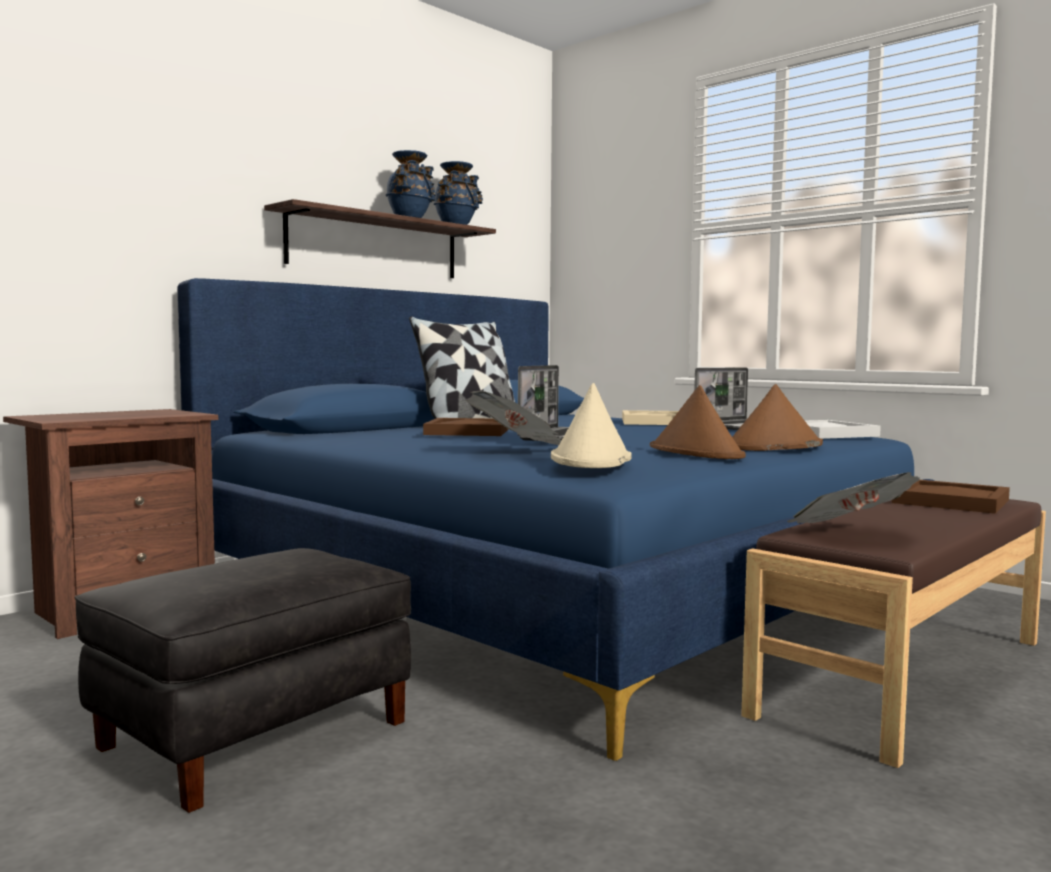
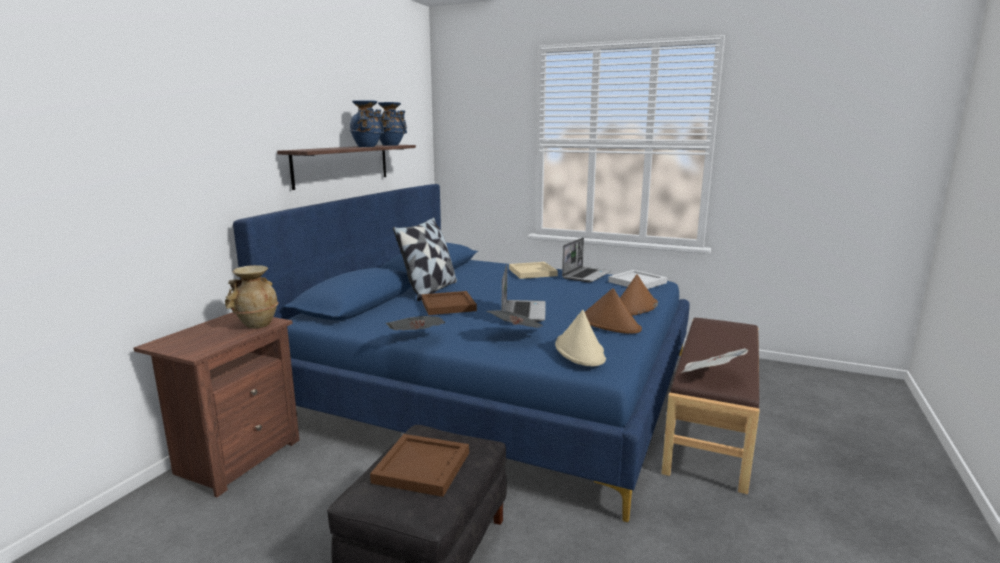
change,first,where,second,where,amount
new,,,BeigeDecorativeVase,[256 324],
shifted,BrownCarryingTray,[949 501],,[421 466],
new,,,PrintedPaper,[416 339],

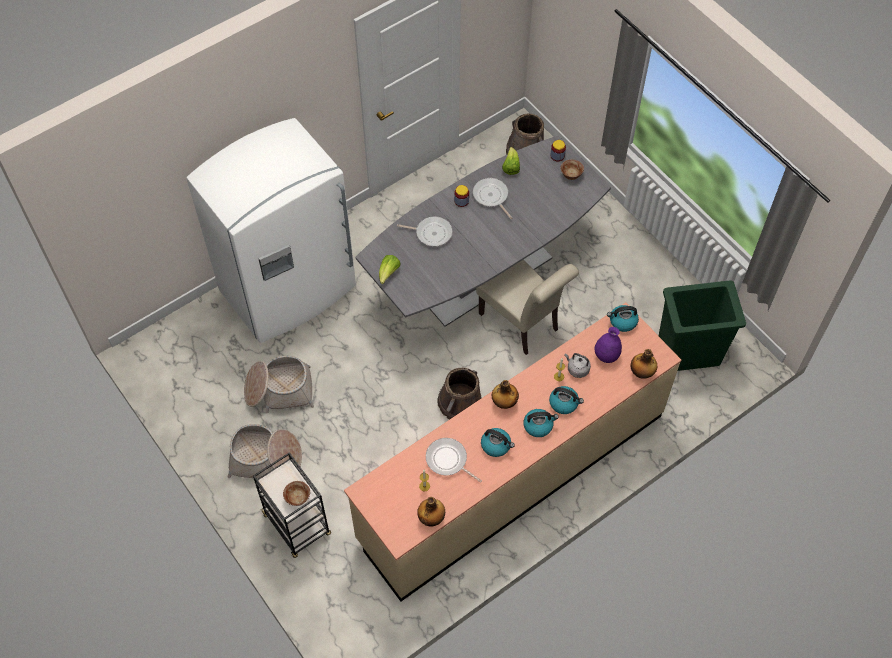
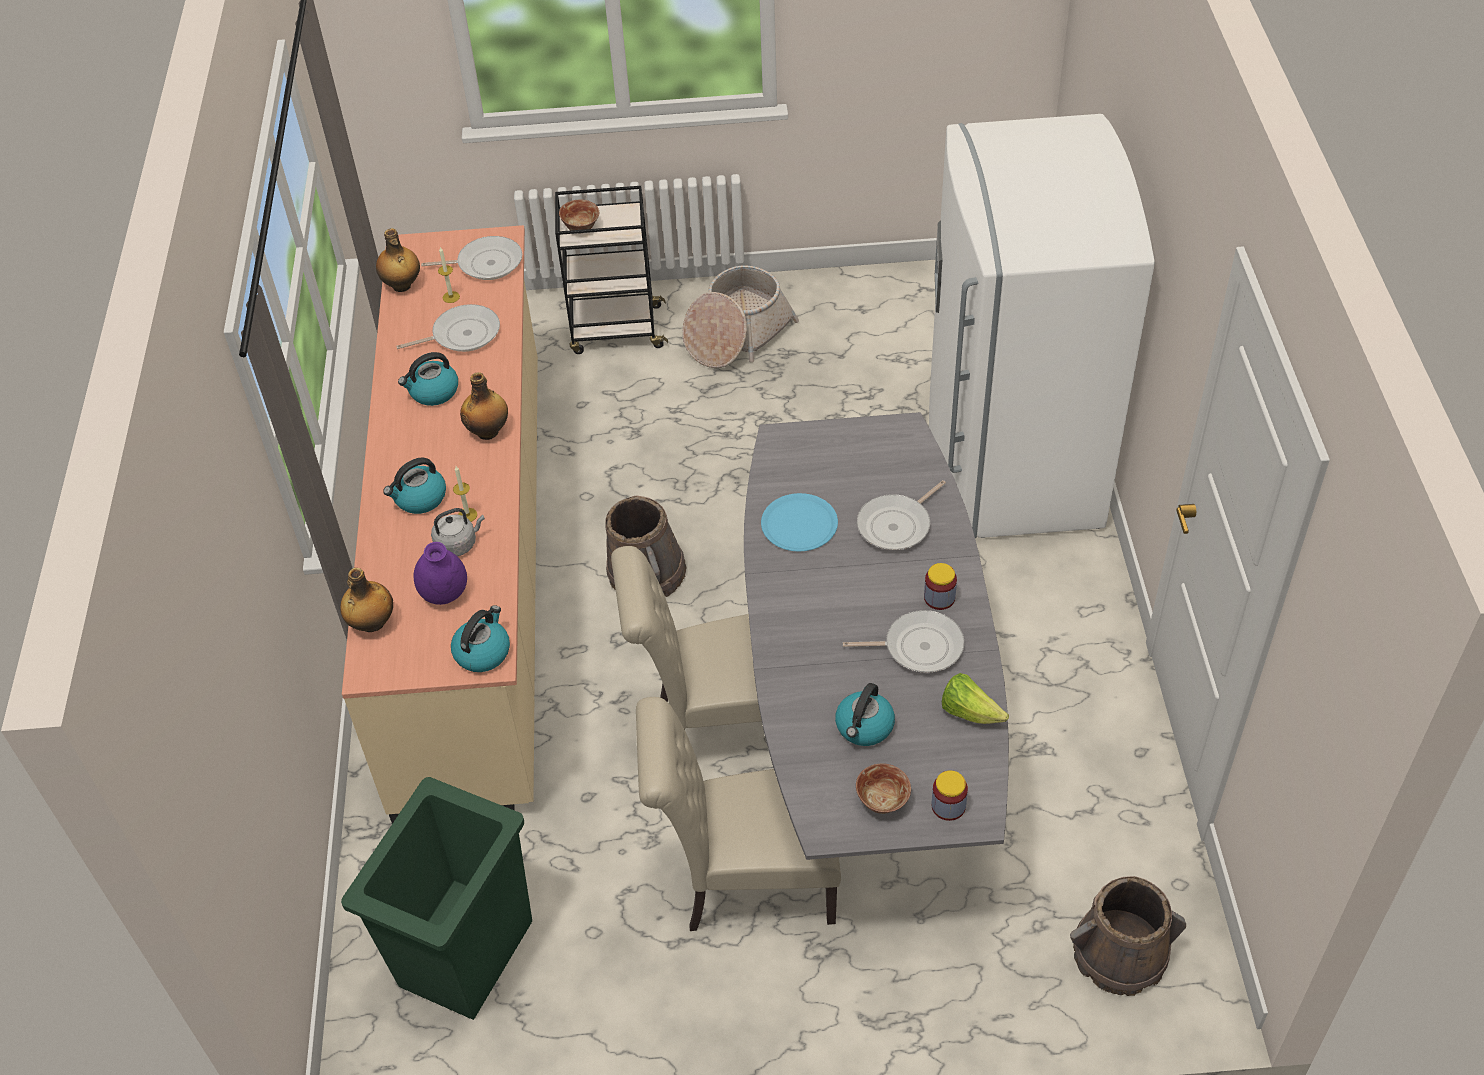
change,first,where,second,where,amount
new,,,FryingPan,[486 263],
new,,,BeigeUprightChair,[746 883],
new,,,BlueFlatDish,[799 524],
shifted,WaterKettle,[538 425],,[864 727],
gone,Basket,[279 390],,,
gone,Lettuce,[388 273],,,

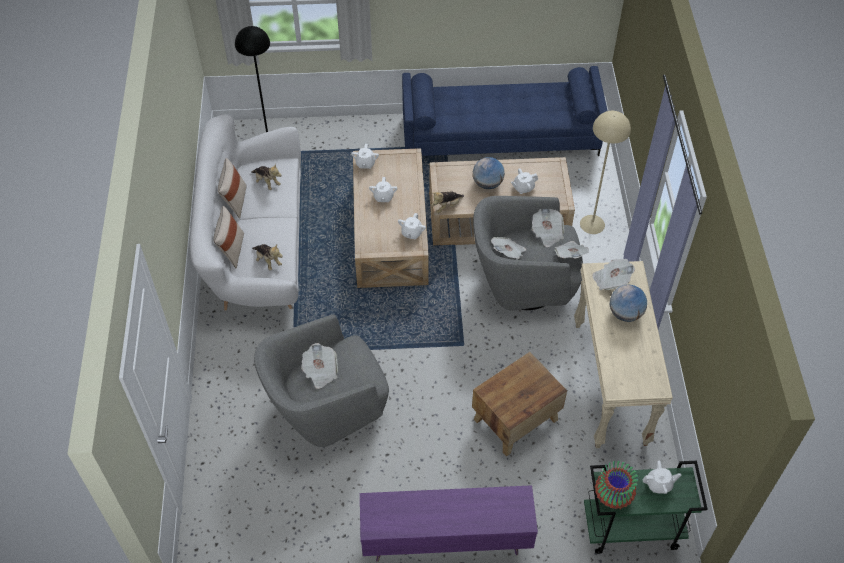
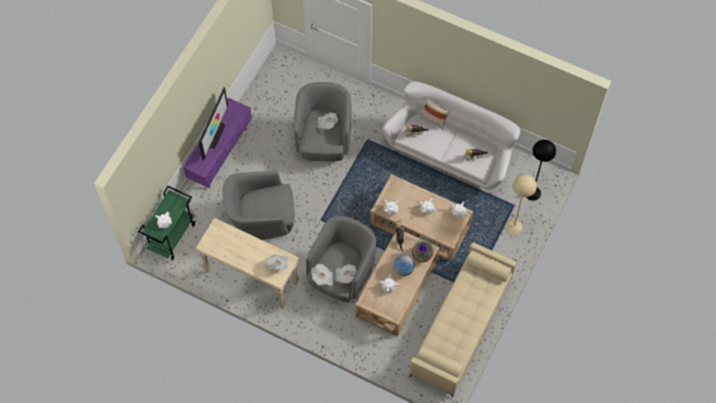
change,first,where,second,where,amount
new,,,TvSet,[214 134],
swapped,BrownAccentTable,[514 419],GreyishEasyChair,[261 219],
repainted,BlueSettee,[500 136],BeigeSettee,[461 327],
shifted,DecorativeVase,[613 494],,[422 255],
shifted,BeigeFloorLamp,[592 224],,[514 226],
gone,BeigeCushion,[235 201],,,
gone,PrintedPaper,[508 253],,,
gone,DeskGlobe,[625 313],,,

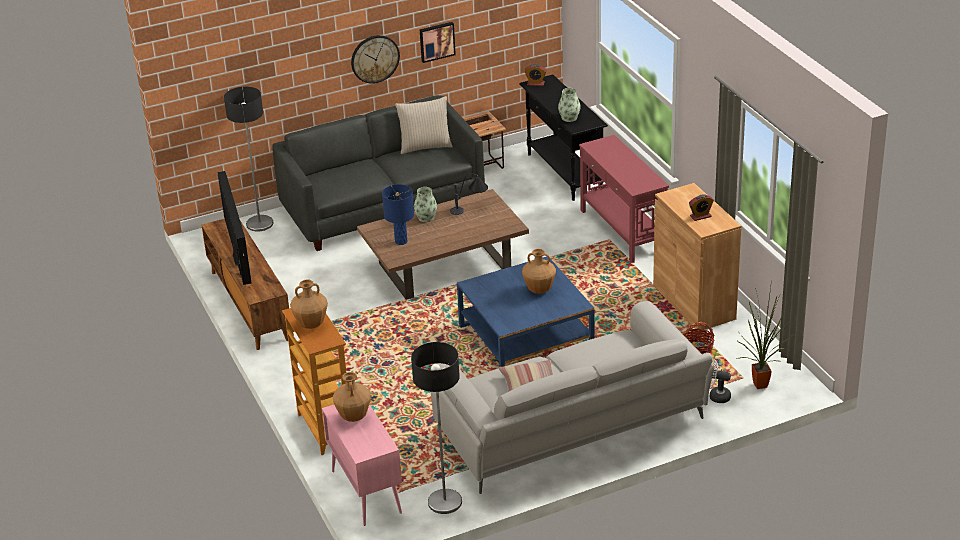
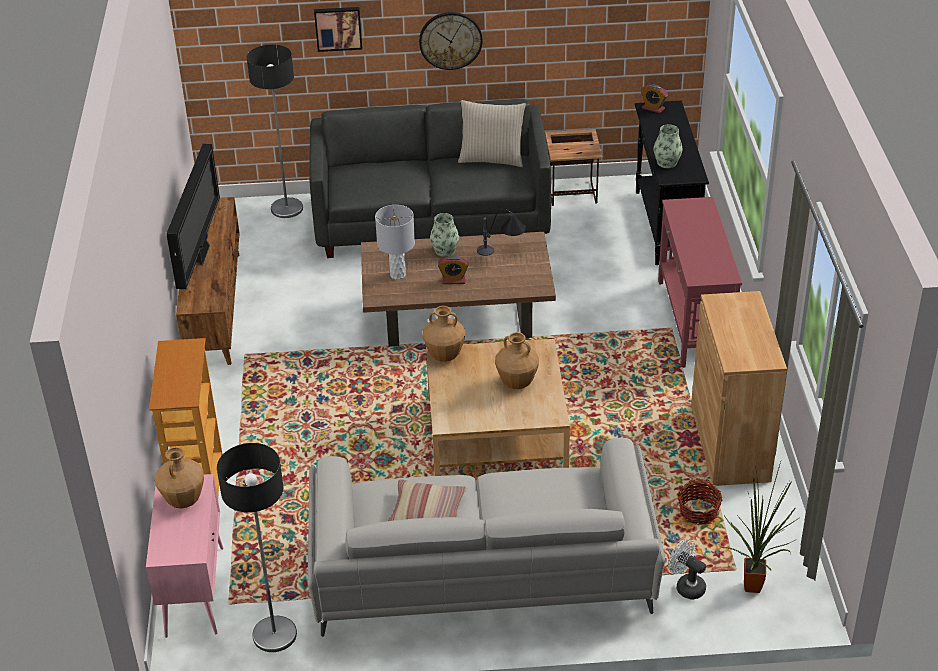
change,first,where,second,where,amount
shifted,WallArt,[436 41],,[338 28],
repainted,BlueTabletopLamp,[401 241],GreyishTabletopLamp,[397 275],
shifted,BrownDecorativeVase,[311 324],,[444 356],
repainted,BlueCoffeeTable,[526 339],BeigeCoffeeTable,[496 437],
shifted,BedsideClock,[700 216],,[453 280],

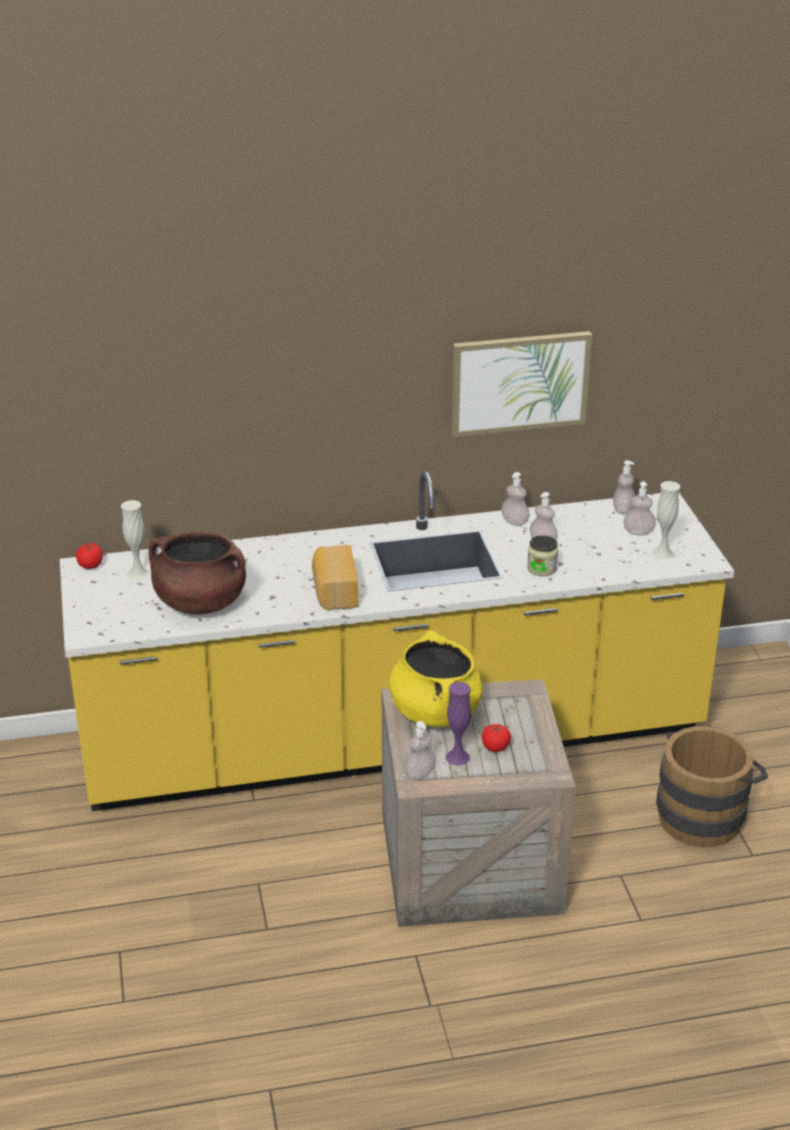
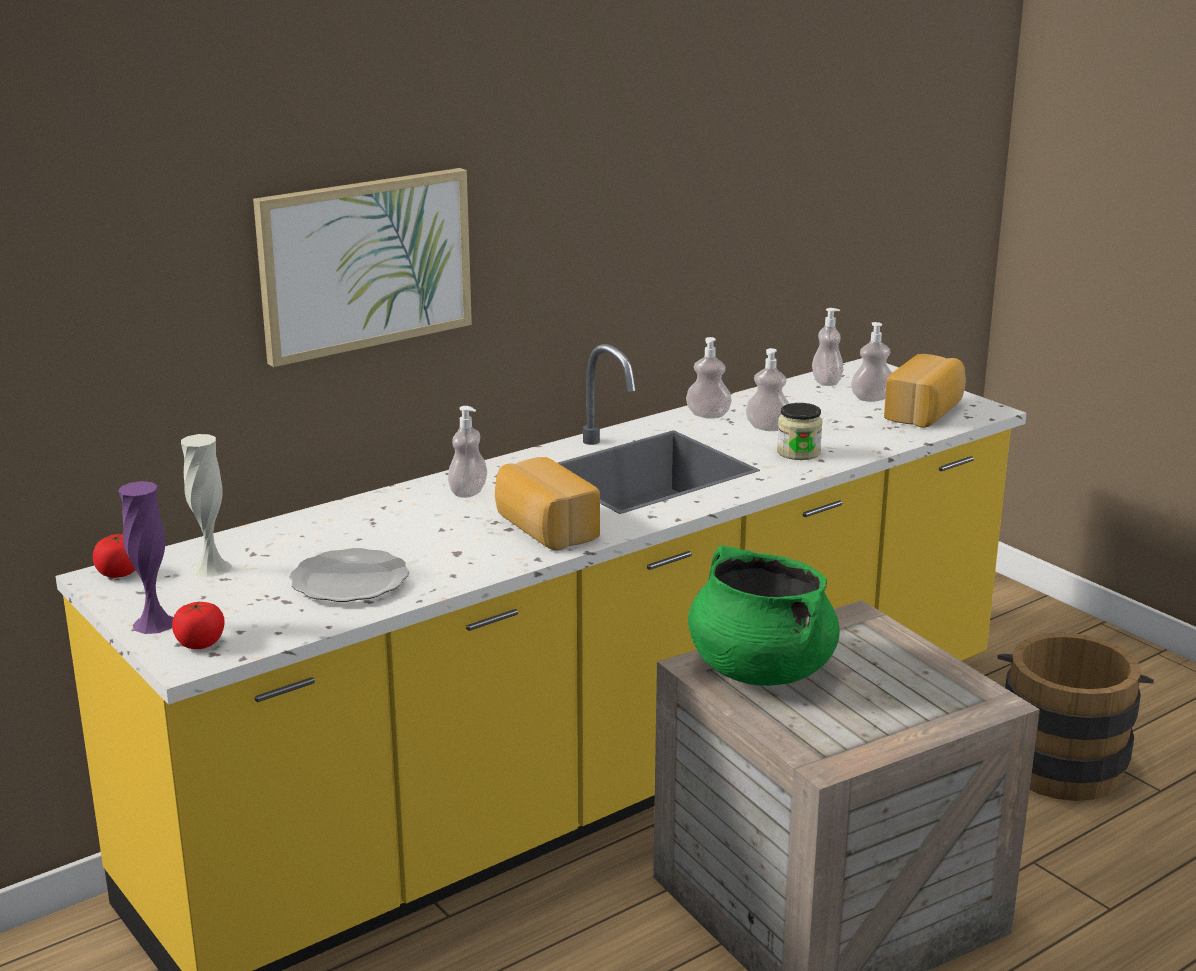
change,first,where,second,where,amount
shifted,PurplishDecorativeVase,[457 757],,[154 623],
shifted,WholeTomato,[495 747],,[200 643],
shifted,WallArt,[519 382],,[365 263],
swapped,BrownStockpot,[200 602],FlatDish,[348 581],
shifted,SoapDispenser,[419 773],,[468 492],
repainted,YellowStockpot,[435 711],GreenishStockpot,[759 669],
swapped,WhitishDecorativeVase,[662 553],Bread,[925 412],

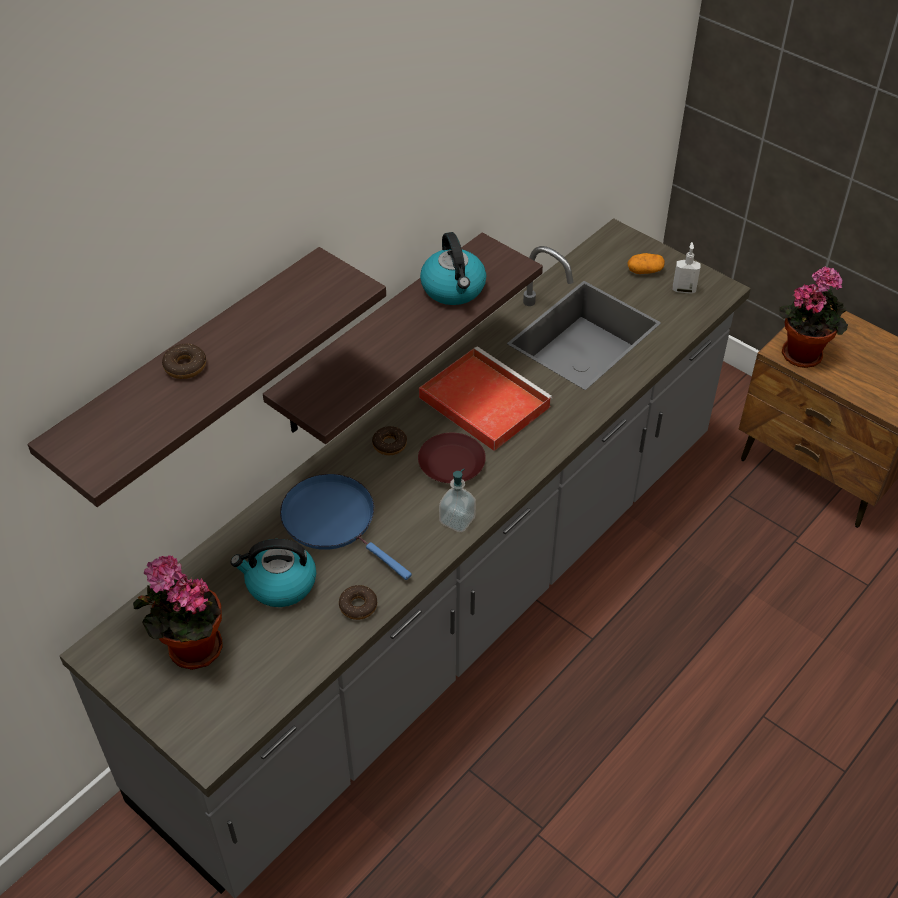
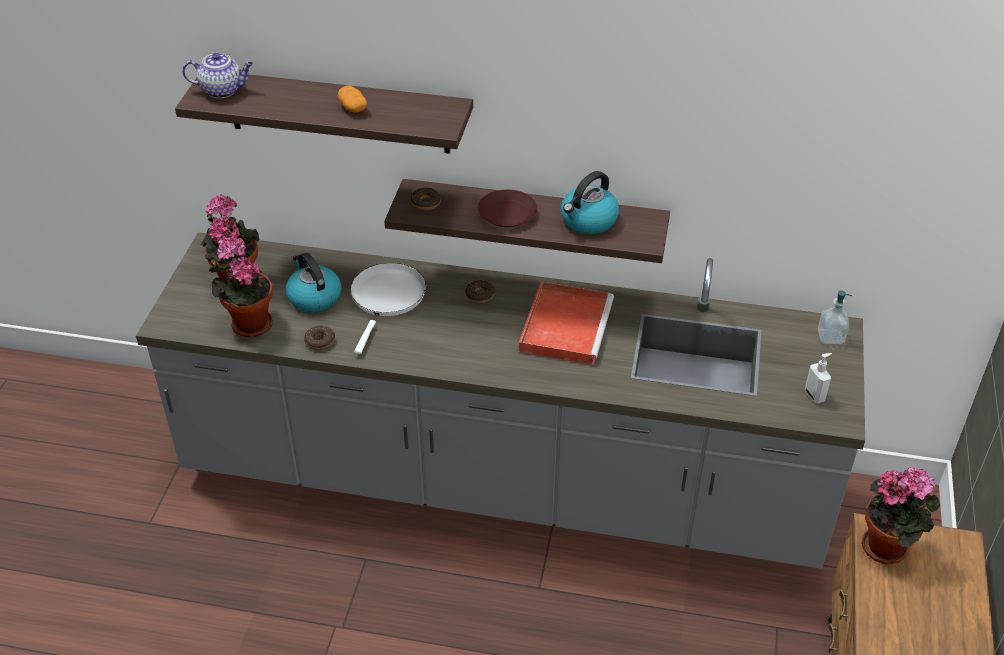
change,first,where,second,where,amount
new,,,PotForTea,[223 90],
new,,,Houseplant,[248 323],
shifted,Spud,[644 271],,[353 108],
repainted,BlueFryingPan,[334 520],WhitishFryingPan,[387 298],
shifted,RingDoughnut,[185 366],,[426 203],
shifted,BrownFlatDish,[451 464],,[506 214],
shifted,SoapDispenser,[457 520],,[830 337],

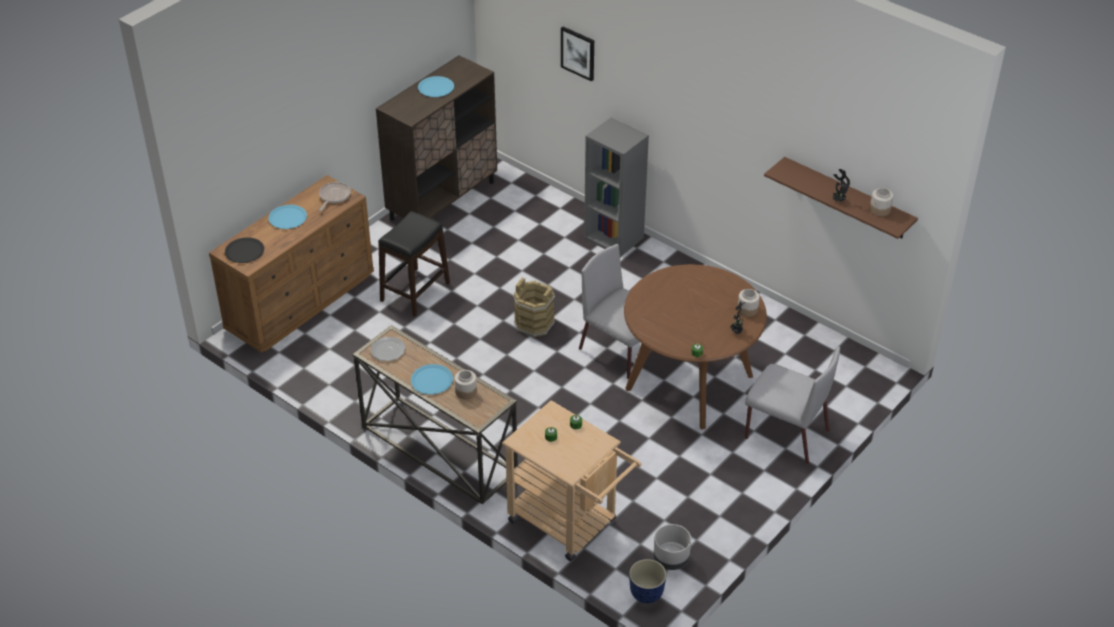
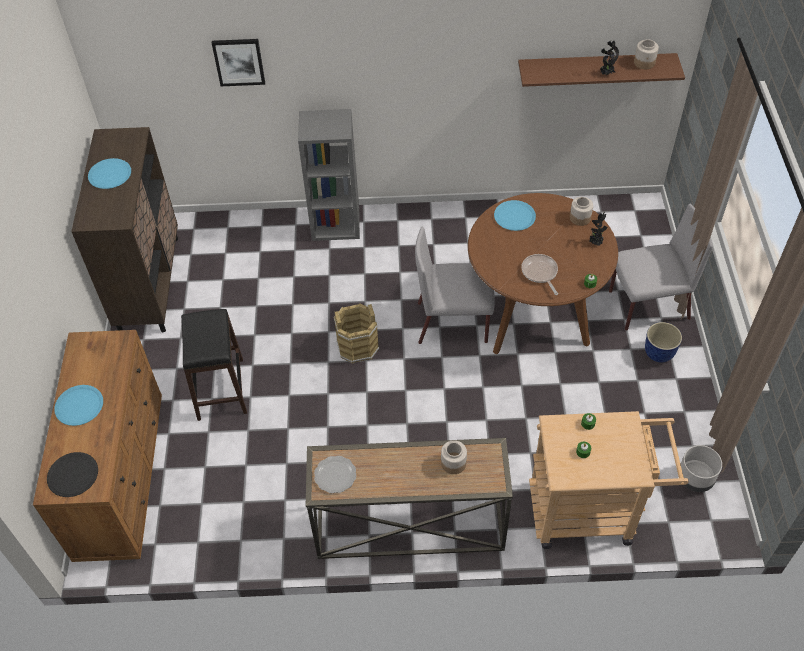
change,first,where,second,where,amount
shifted,BlueFlatDish,[432 380],,[514 216],
shifted,FryingPan,[334 196],,[540 273],
shifted,PlantPot,[646 594],,[659 354],

